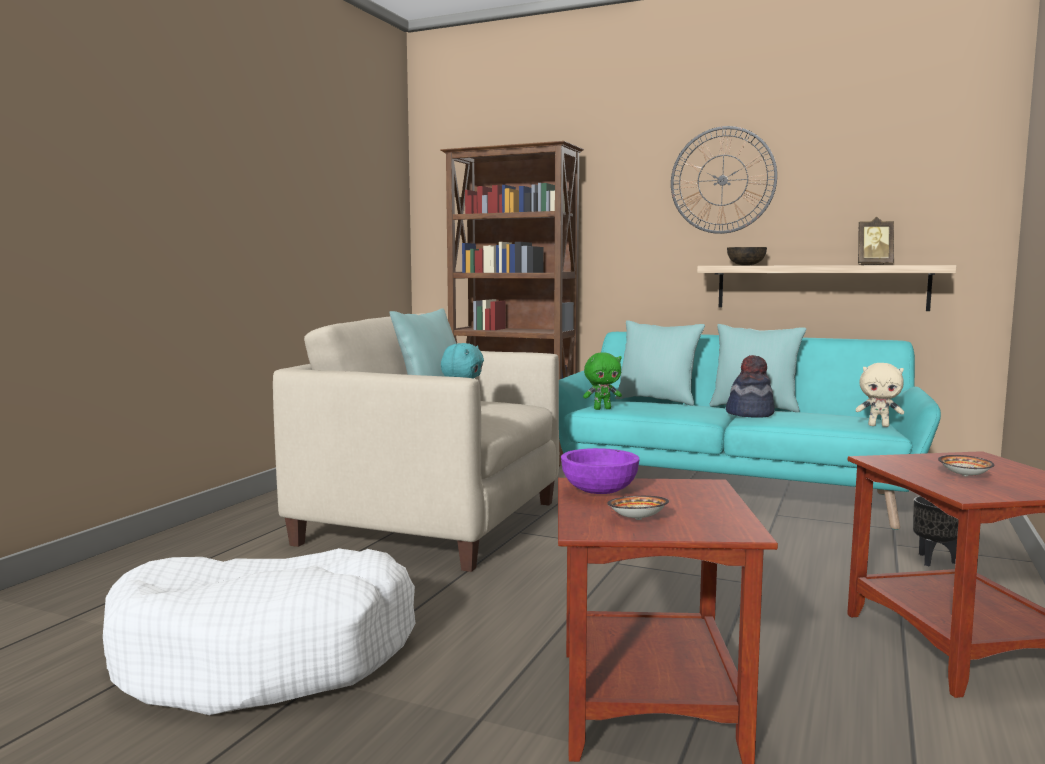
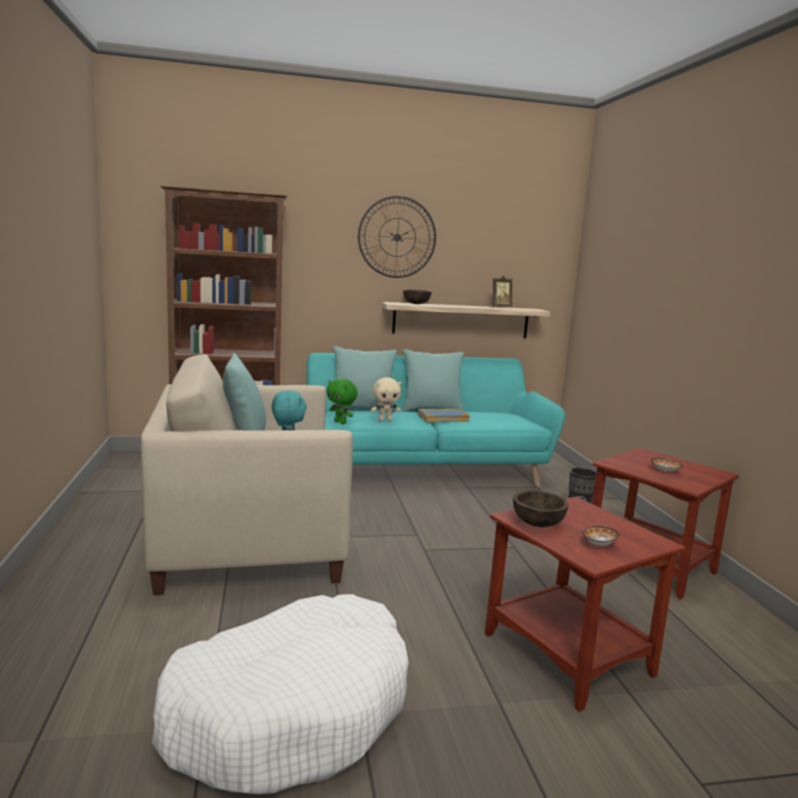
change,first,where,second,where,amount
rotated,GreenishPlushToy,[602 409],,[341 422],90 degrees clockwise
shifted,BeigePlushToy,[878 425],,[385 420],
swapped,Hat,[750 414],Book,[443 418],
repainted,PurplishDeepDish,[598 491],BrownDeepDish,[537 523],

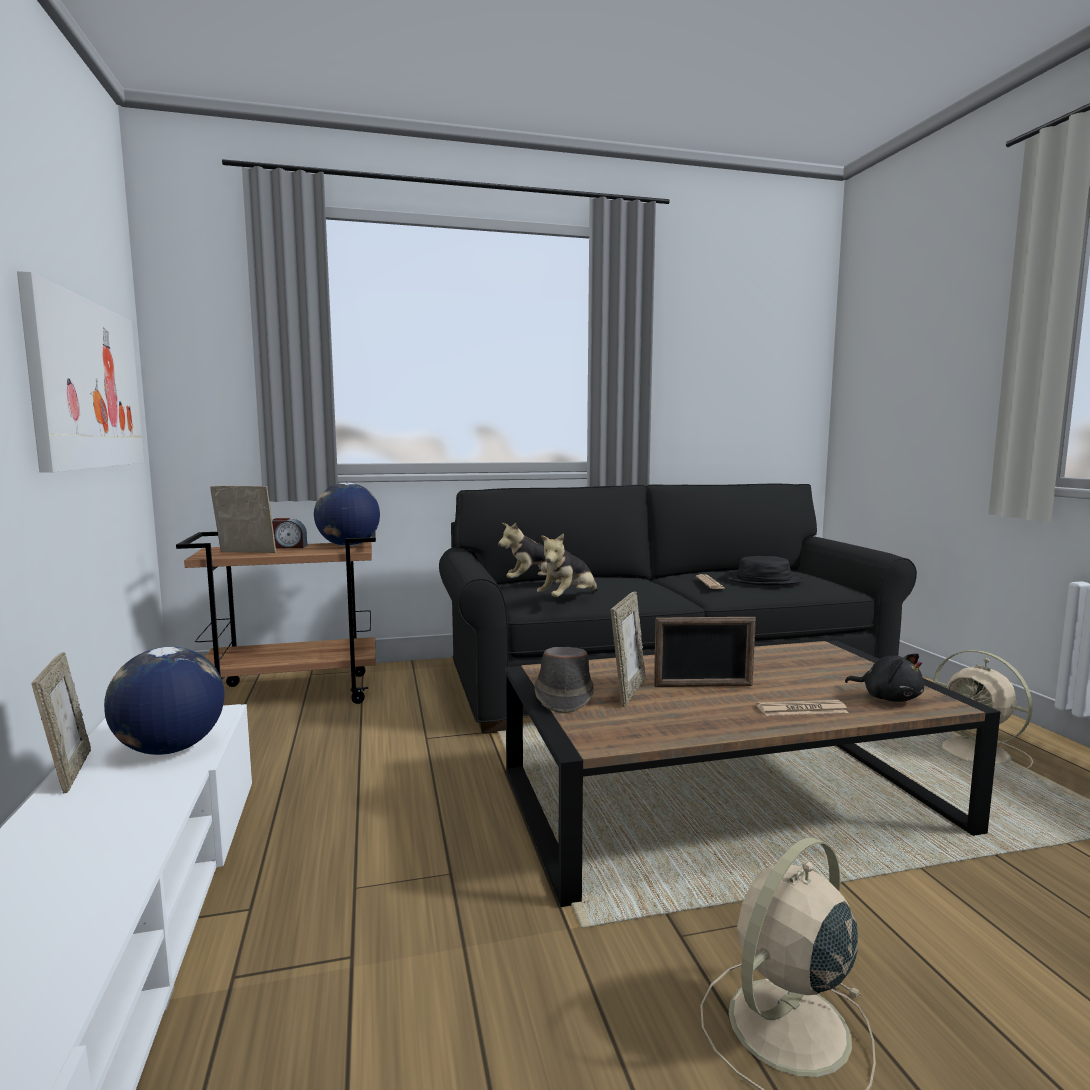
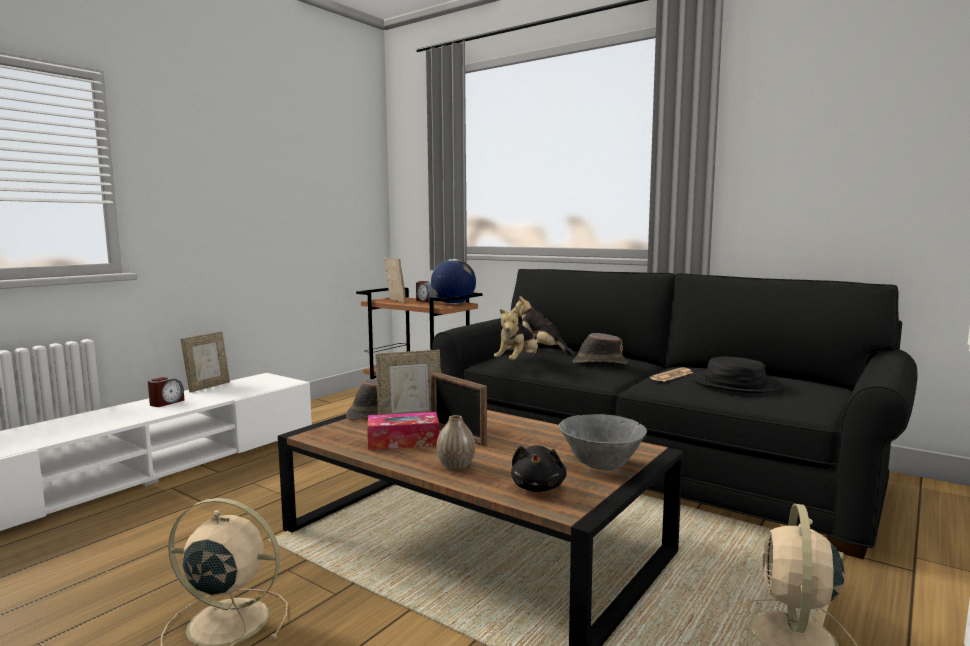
change,first,where,second,where,amount
new,,,BedsideClock,[166 403],
new,,,TissueBox,[403 441],
swapped,PrintedPaper,[801 709],DecorativeVase,[456 466],
rotated,PlushToy,[568 599],,[518 362],60 degrees counterclockwise
new,,,GreyishDeepDish,[601 466],
new,,,BrownHat,[599 363],
gone,WallArt,[86 385],,,
gone,DeskGlobe,[170 749],,,

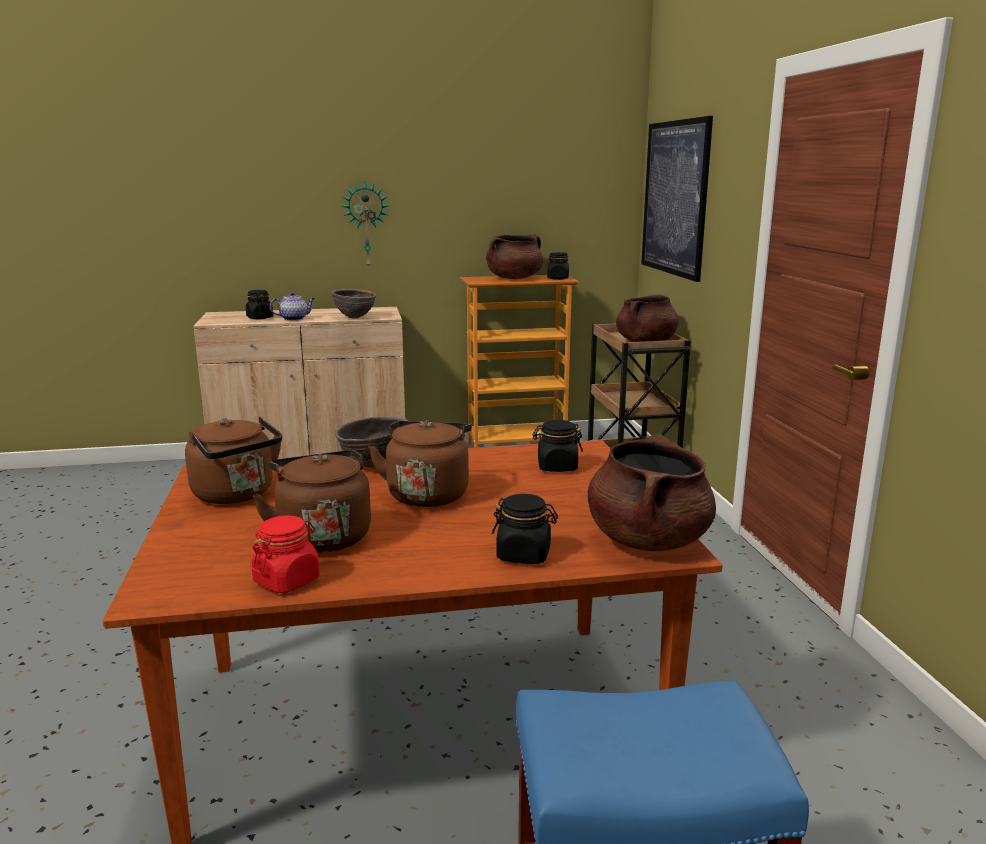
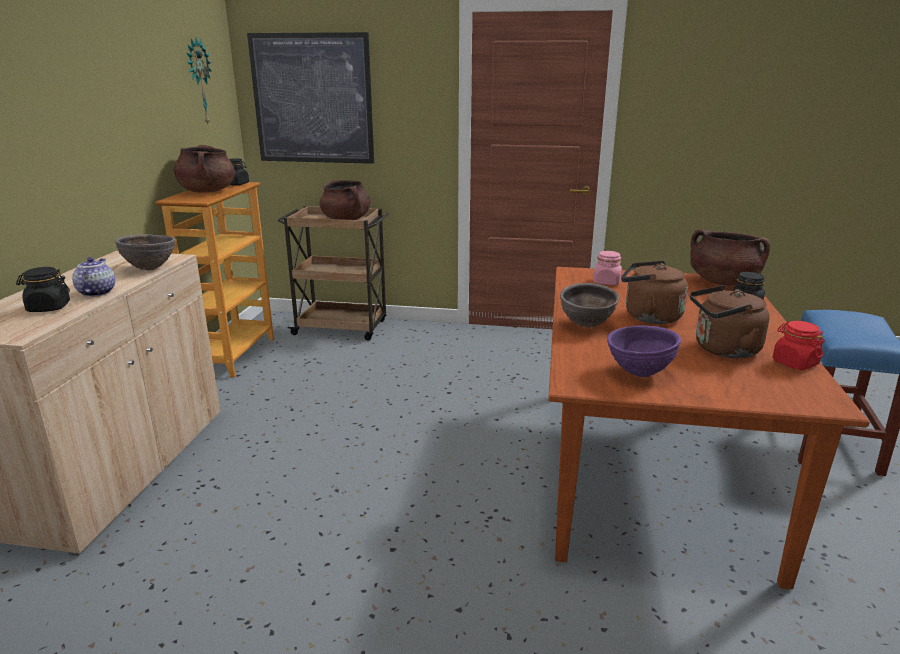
change,first,where,second,where,amount
shifted,HangingClock,[366 225],,[198 82],
repainted,BlackishJar,[557 467],PinkJar,[606 282],
swapped,BrownWaterKettle,[237 495],PurplishDeepDish,[639 373],

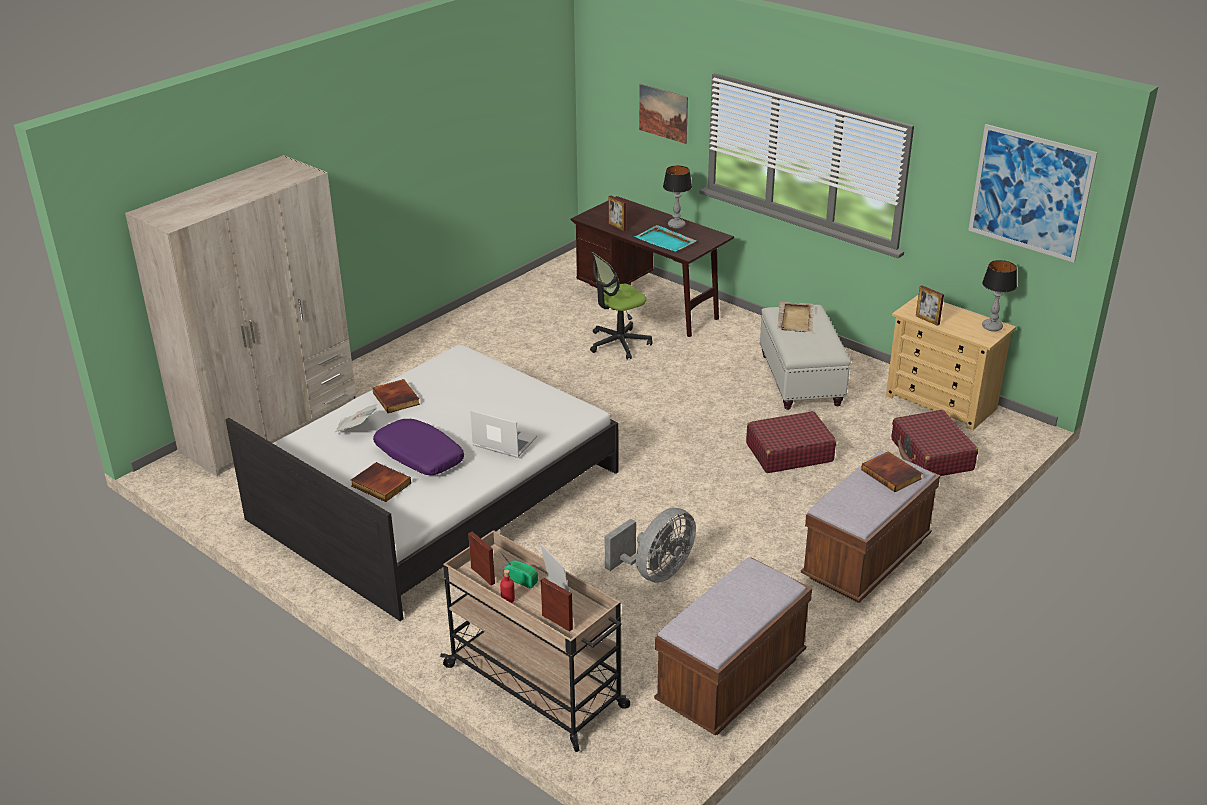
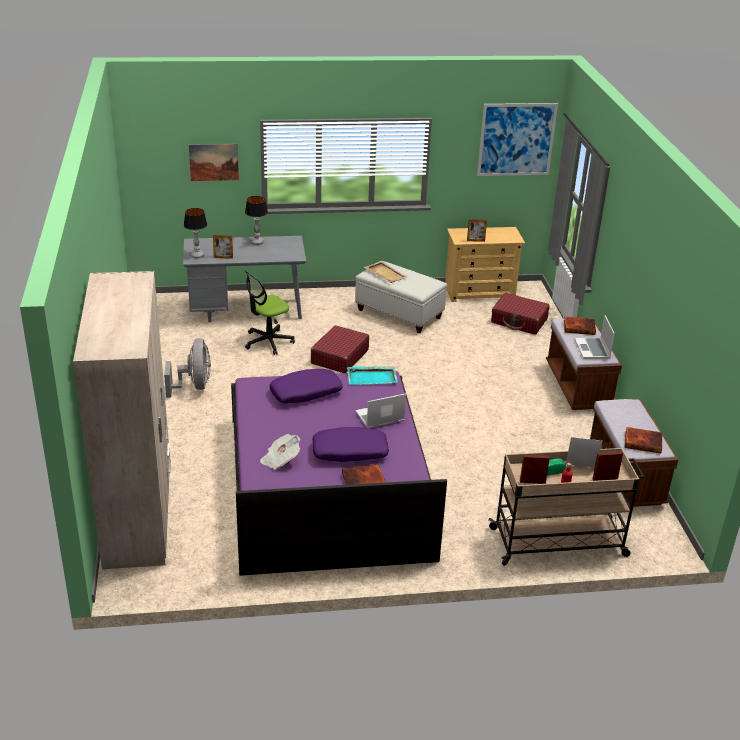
change,first,where,second,where,amount
shifted,GreyishCoolingFan,[655 572],,[194 386],
repainted,BrownDeskUnit,[650 306],GreyishDeskUnit,[246 311],
shifted,TabletopLamp,[991 327],,[197 255],
repainted,WhitishBedroomBed,[435 495],PurplishBedroomBed,[328 486],
rotated,OfficeChair,[619 343],,[268 342],45 degrees clockwise
new,,,PurplishCushion,[306 393],
shifted,RedPieceOfLuggage,[789 452],,[339 357],
shifted,TurquoiseColouredCarryingTray,[665 241],,[372 377],
new,,,NotebookComputer,[593 350],
shifted,Book,[397 398],,[643 442],

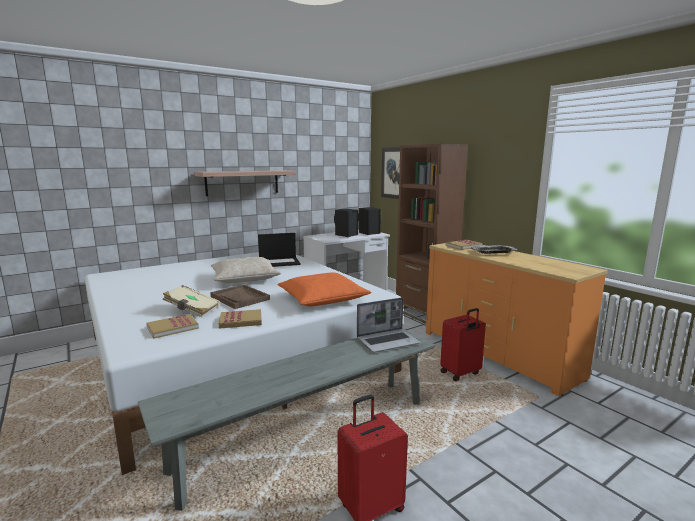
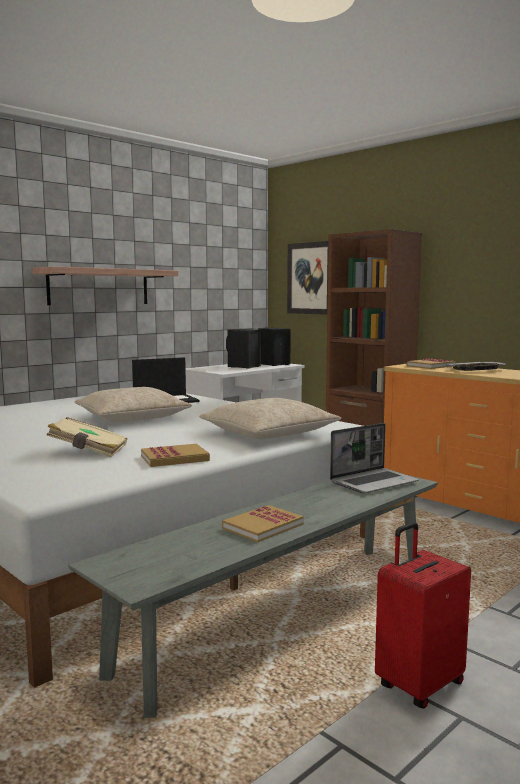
change,first,where,second,where,amount
repainted,OrangeyCushion,[322 299],BeigeCushion,[268 433],
shifted,Book,[172 328],,[263 526],
gone,BrownCarryingTray,[240 298],,,
gone,RedPieceOfLuggage,[460 373],,,

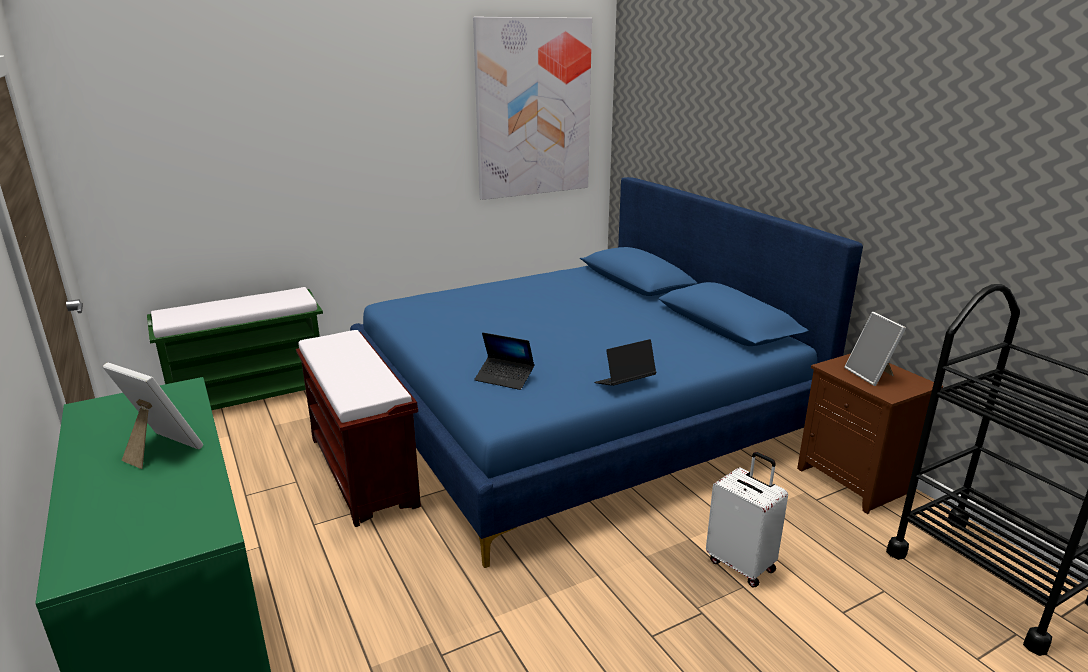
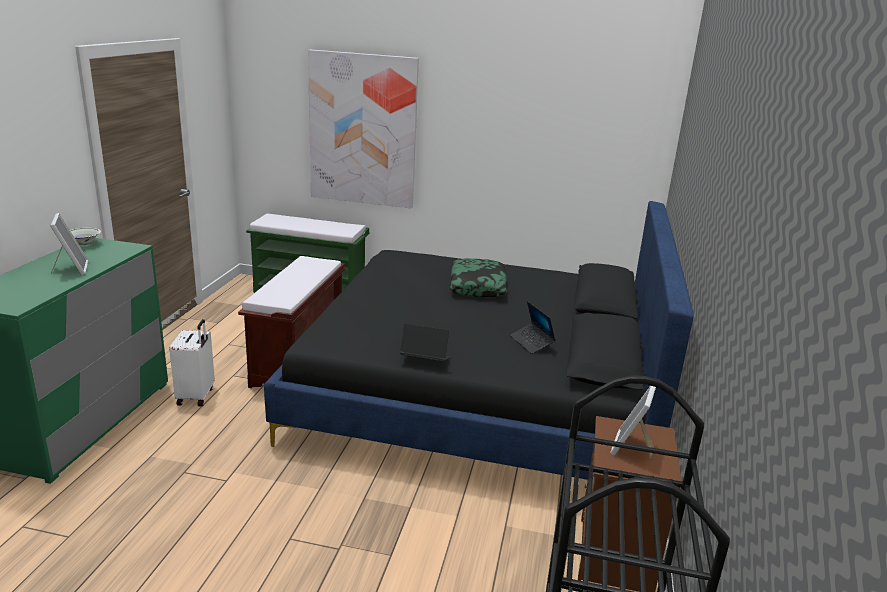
change,first,where,second,where,amount
new,,,WhitishDeepDish,[84 244],
shifted,WhitishPieceOfLuggage,[741 564],,[197 396],
repainted,BlueBedroomBed,[575 412],BlackishBedroomBed,[480 390],
shifted,WallArt,[533 109],,[362 130],
new,,,Cushion,[478 286],
shifted,NotebookComputer,[504 378],,[531 342],

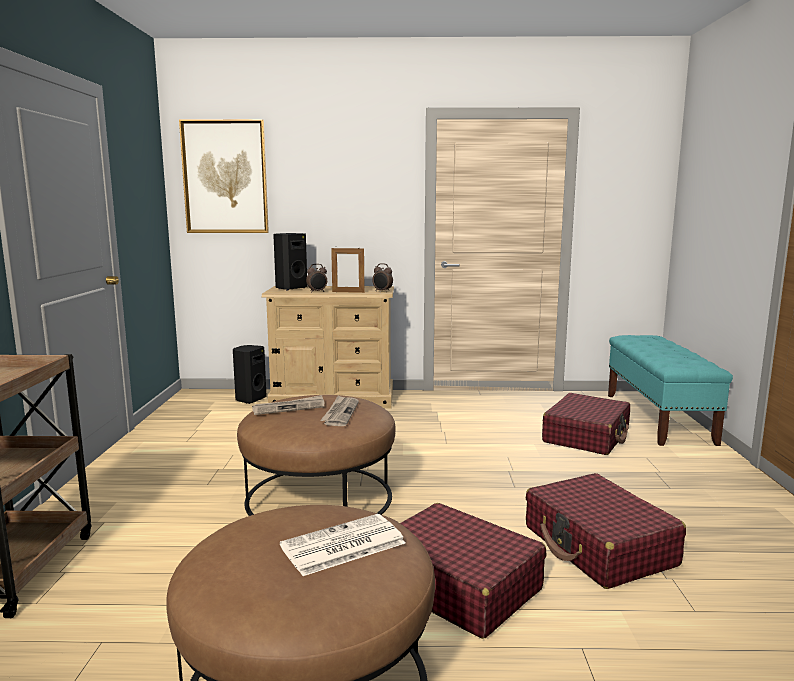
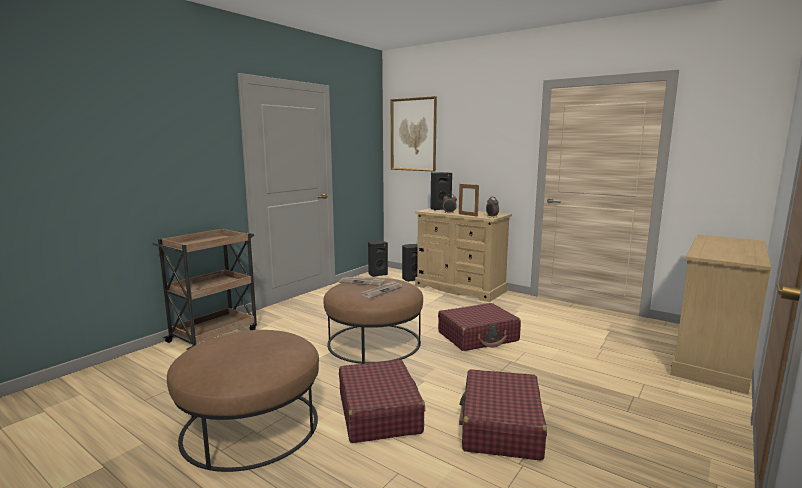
change,first,where,second,where,amount
new,,,BlackishLoudspeaker,[377 274],
shifted,RedPieceOfLuggage,[586 436],,[478 337],
swapped,TurquoiseColouredLongSeat,[658 418],BeigeDresser,[710 359],
gone,PrintedPaper,[342 546],,,

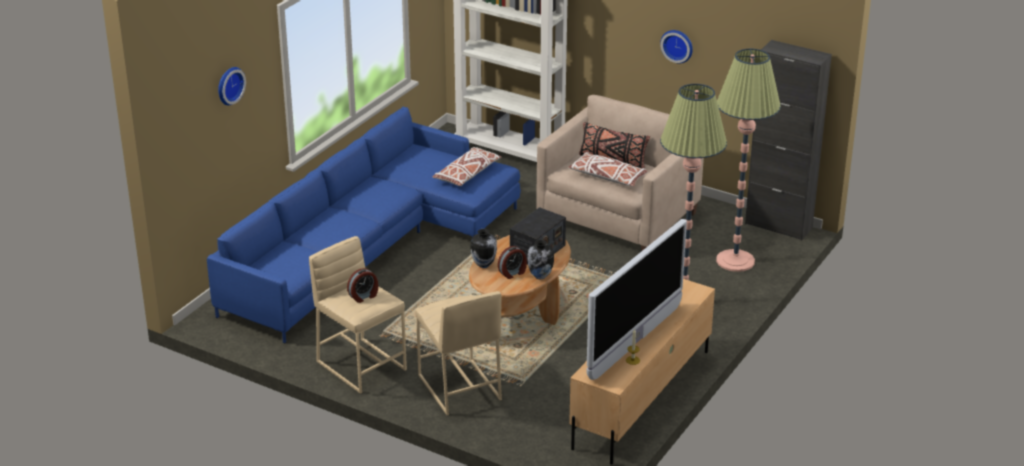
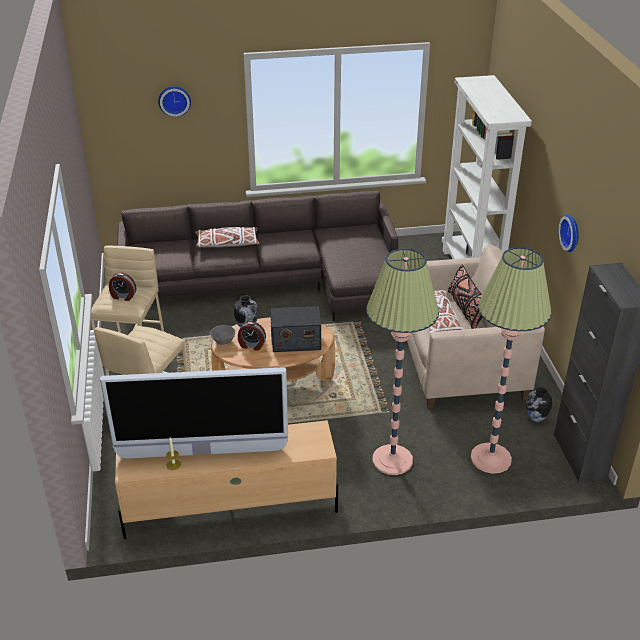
change,first,where,second,where,amount
repainted,BlueSettee,[370 247],GreyishSettee,[275 282],
shifted,WhitishCushion,[467 174],,[227 243],
new,,,GreyishDeepDish,[223 342],
shifted,DecorativeVase,[540 276],,[536 418],

